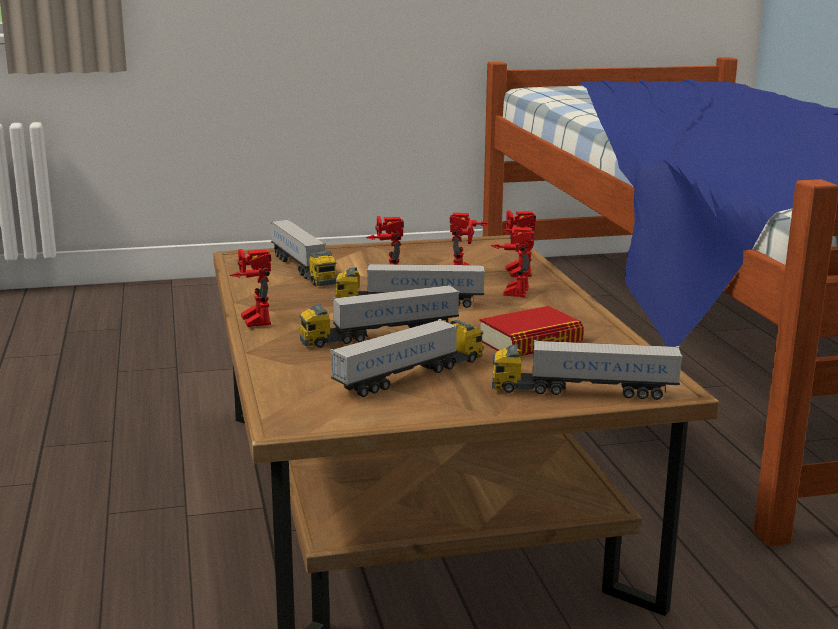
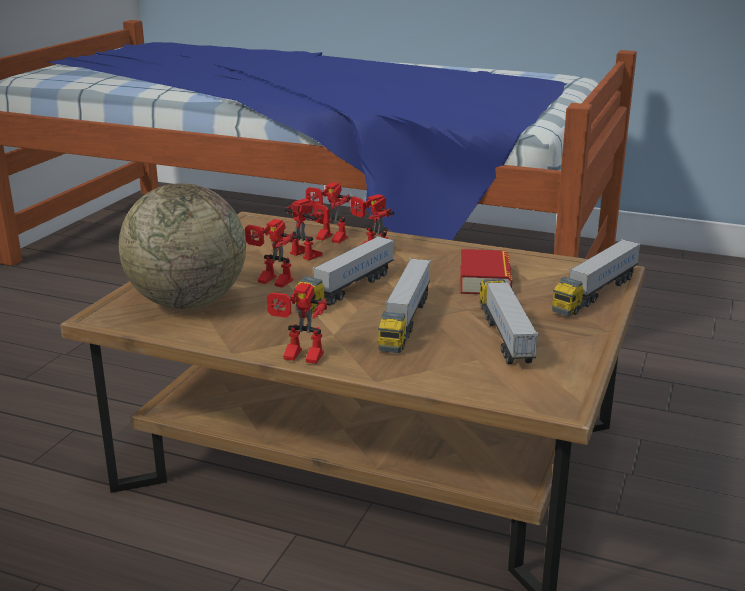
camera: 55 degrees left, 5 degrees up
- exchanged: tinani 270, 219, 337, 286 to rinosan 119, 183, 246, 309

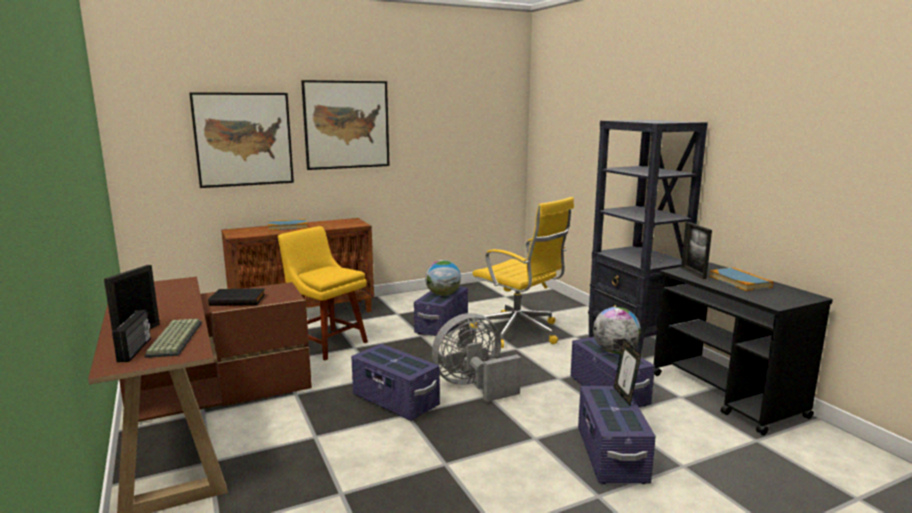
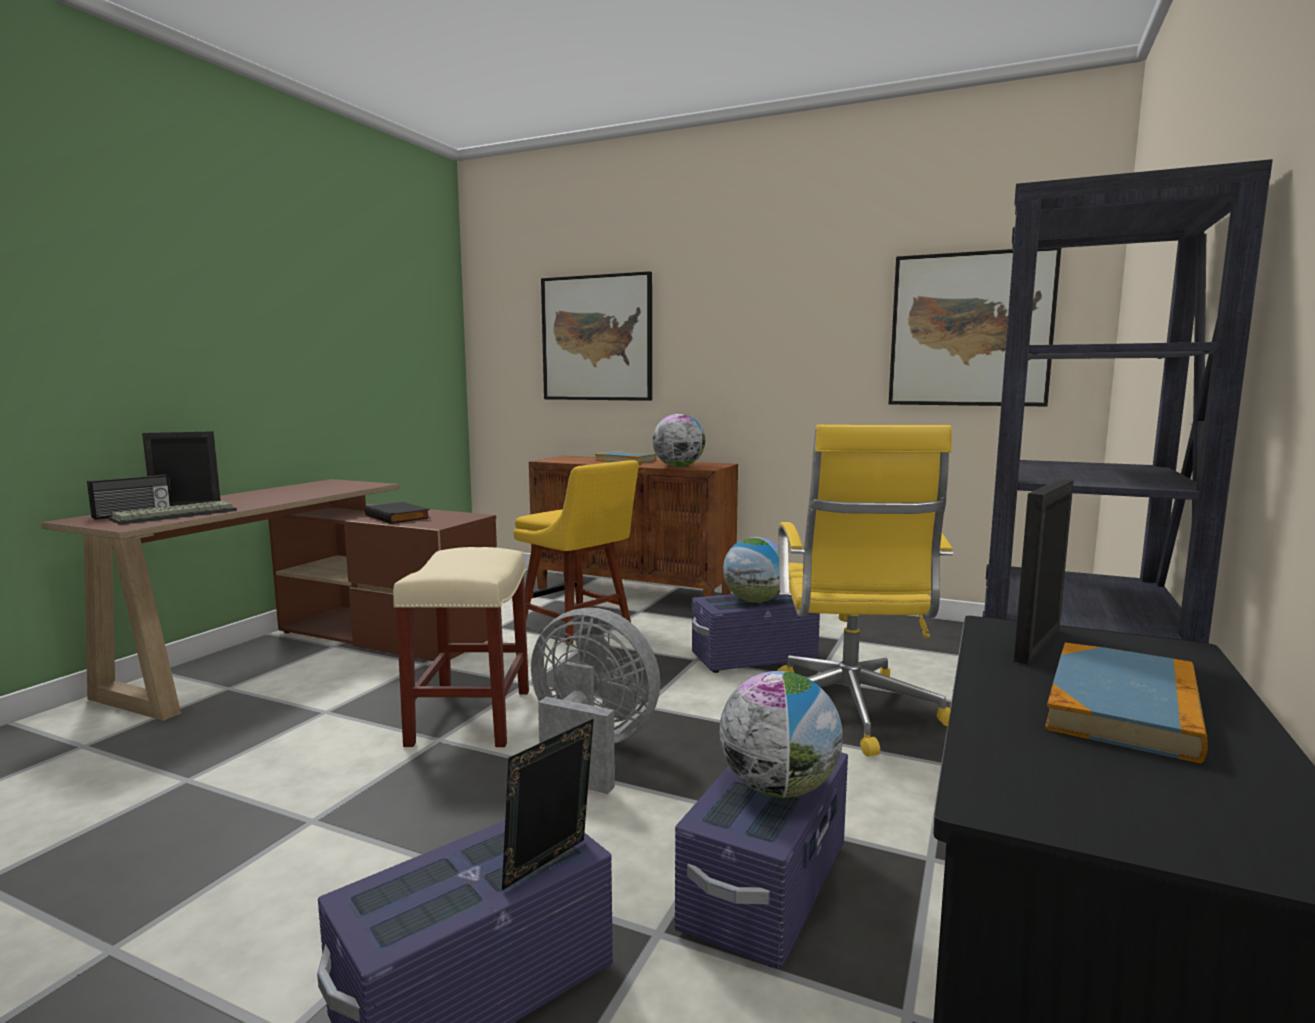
camera: 50 degrees right, 5 degrees down
- spun: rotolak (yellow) 278, 226, 368, 360 = 513, 460, 639, 645 135 degrees clockwise
- relocated: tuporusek 301, 80, 390, 170 to 889, 248, 1061, 406
- exchanged: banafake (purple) 351, 344, 440, 421 to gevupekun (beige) 393, 547, 529, 747
- appeared: rinosan 652, 414, 705, 467

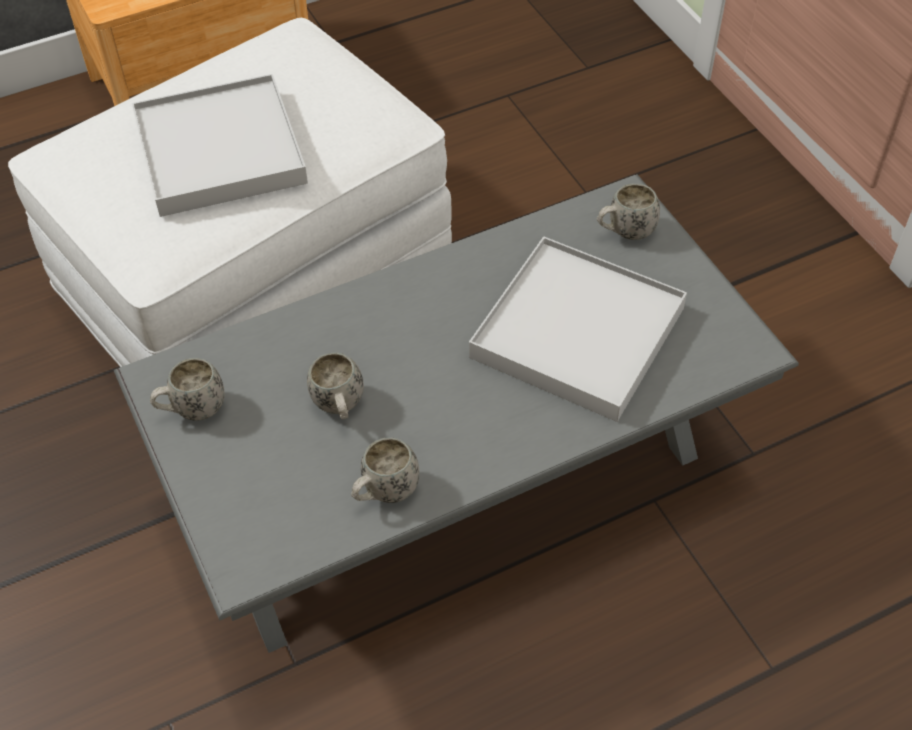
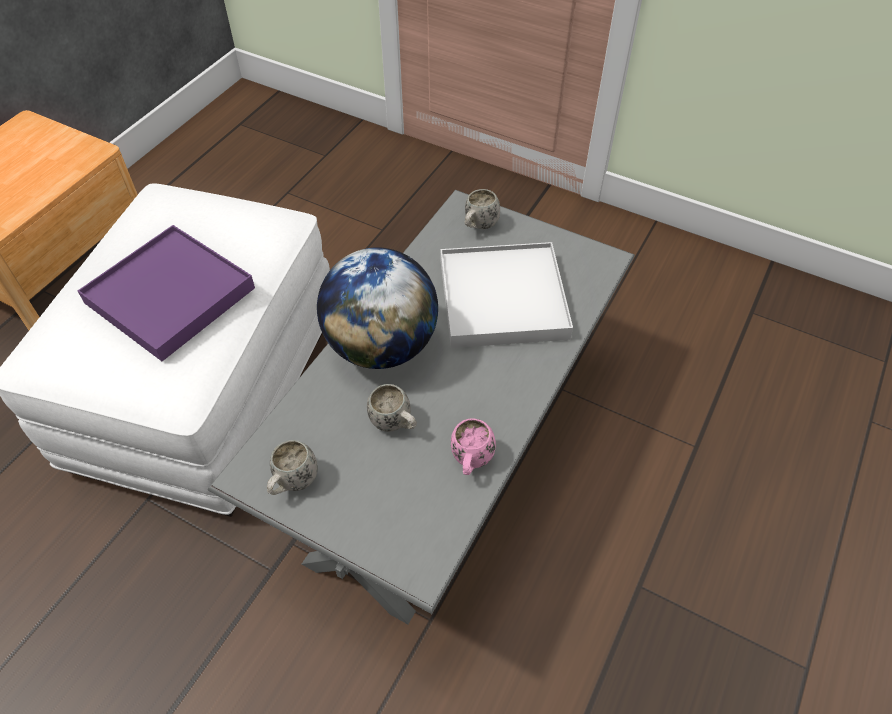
camera: 35 degrees left, 0 degrees up
- colour: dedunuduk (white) 132, 74, 308, 217 to dedunuduk (purple) 78, 225, 255, 361
- colour: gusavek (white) 351, 437, 419, 503 to gusavek (pink) 451, 418, 496, 475
- appeared: rinosan 317, 247, 438, 369

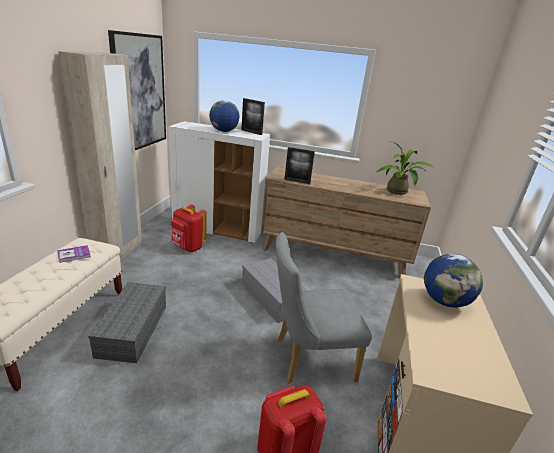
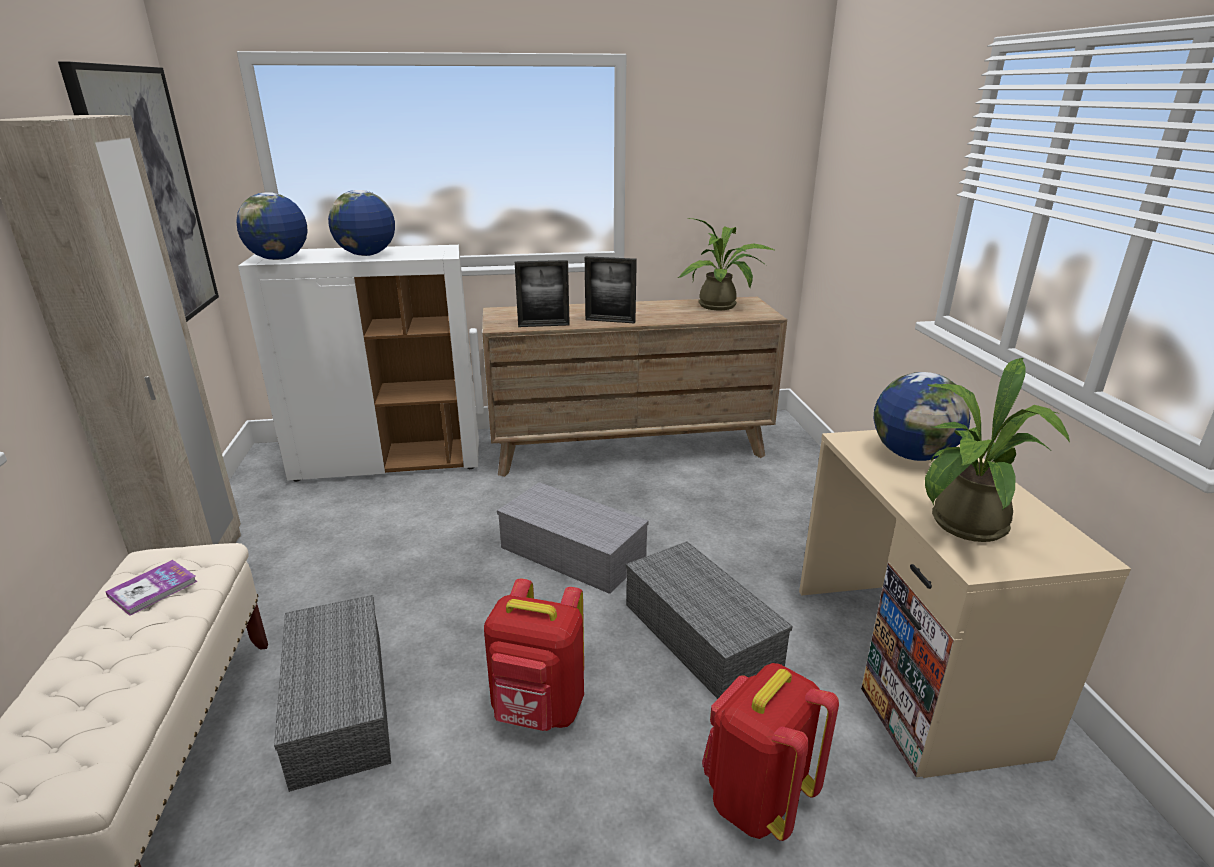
camera: 20 degrees left, 0 degrees up
- relocated: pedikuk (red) 171, 204, 207, 252 to 484, 579, 584, 731
- relocated: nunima 241, 98, 265, 135 to 585, 256, 637, 323
- exchanged: rotolak (grey) 275, 232, 372, 384 to banafake (grey) 626, 541, 792, 699
- appeared: rinosan 236, 192, 308, 260
- appeared: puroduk 925, 358, 1070, 542

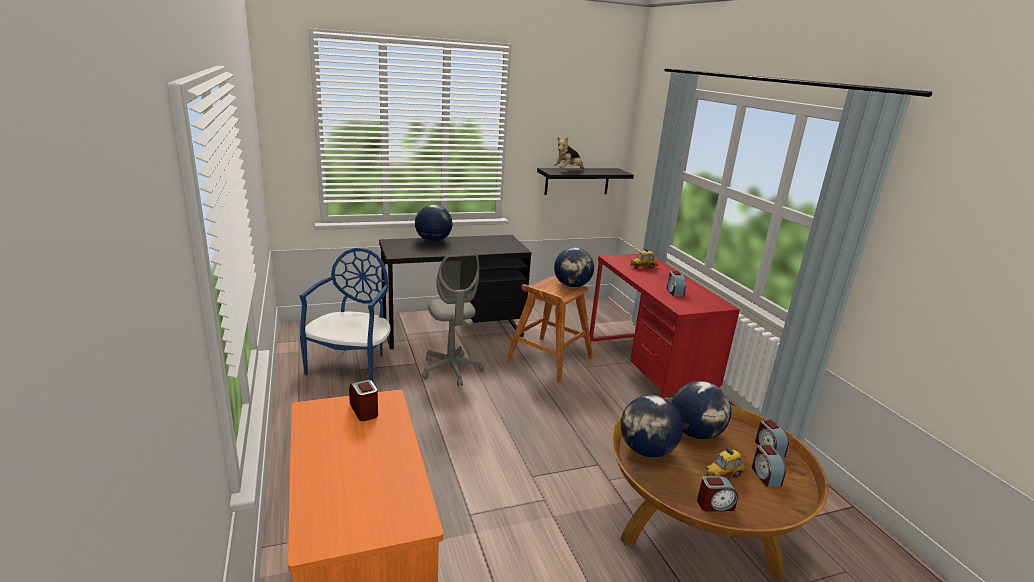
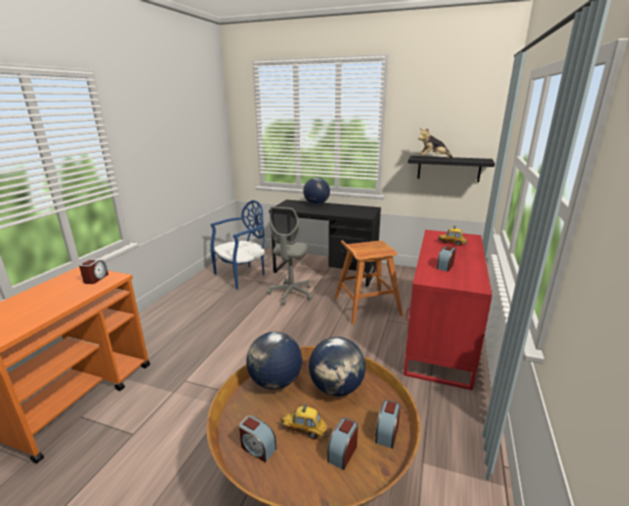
camera: 40 degrees right, 0 degrees up
- missing: rinosan 554, 247, 594, 287

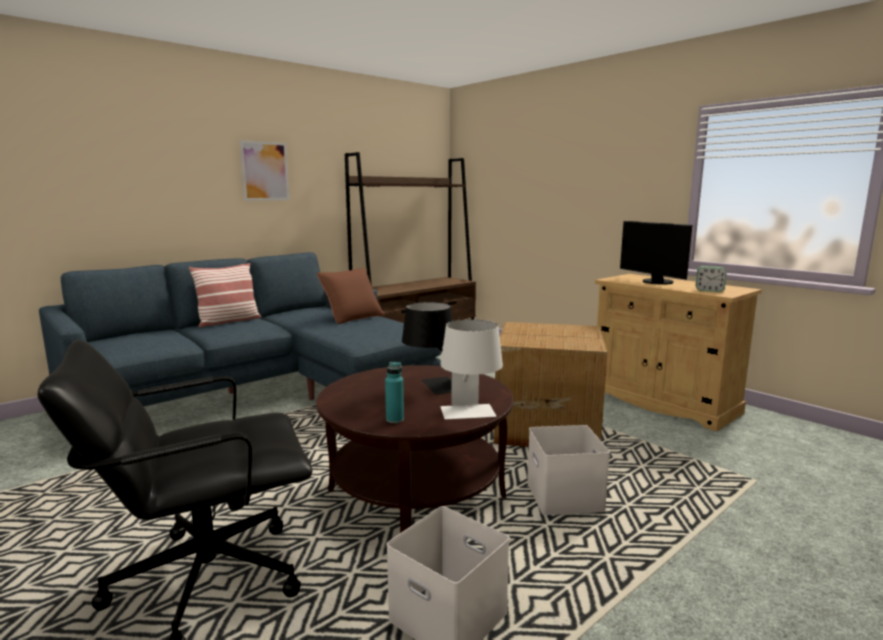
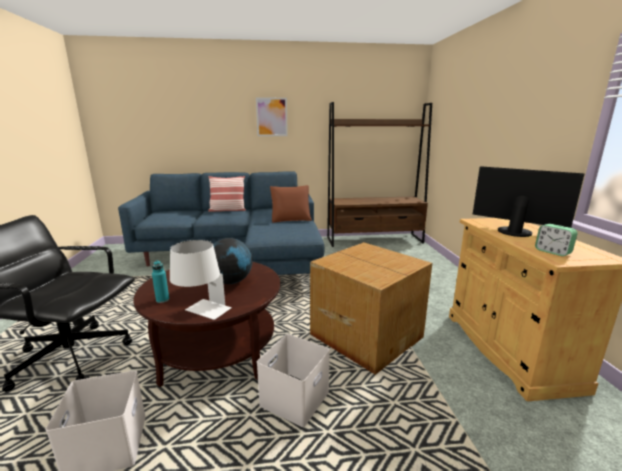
camera: 35 degrees right, 5 degrees up
- exchanged: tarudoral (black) 402, 302, 453, 395 to rinosan 213, 238, 253, 284
- spun: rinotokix 620, 221, 692, 285 = 472, 166, 585, 237 120 degrees clockwise

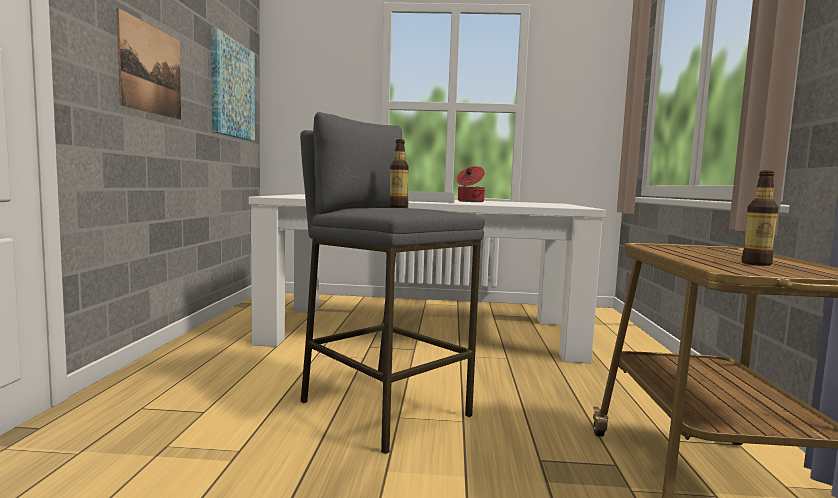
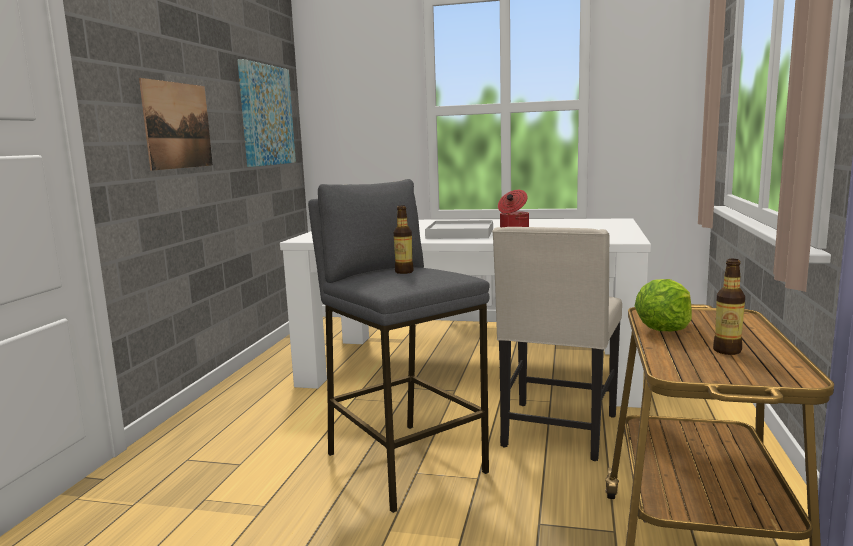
camera: 10 degrees right, 5 degrees up
- appeared: rotolak (beige) 492, 227, 622, 461
- appeared: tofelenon 635, 279, 692, 331

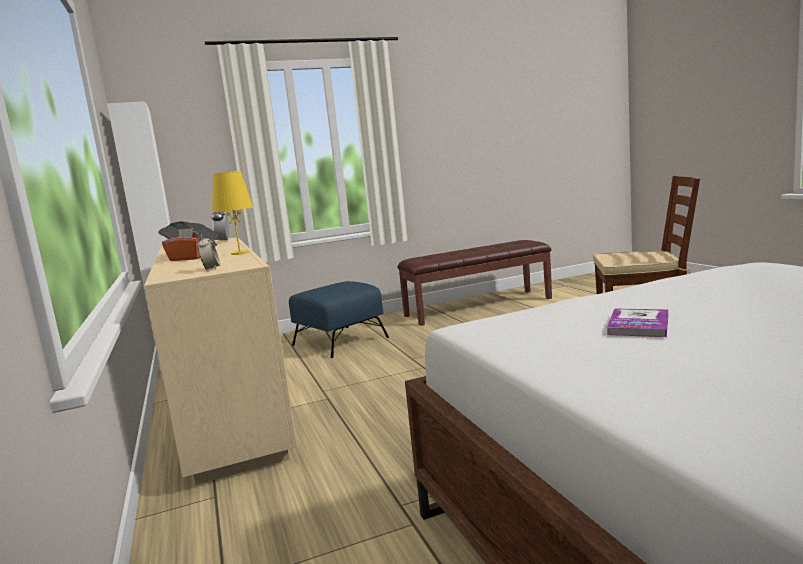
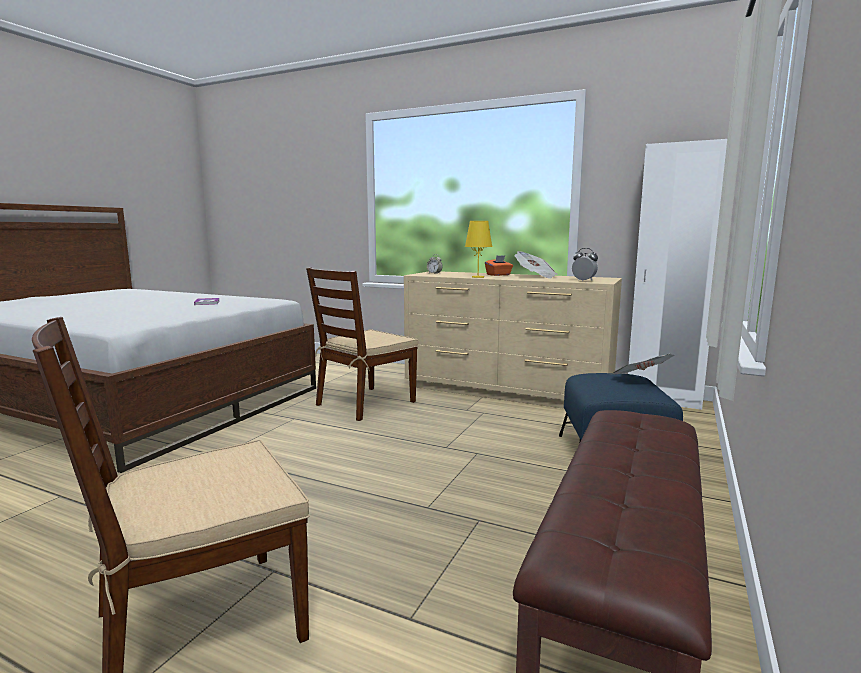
camera: 135 degrees right, 0 degrees up
- appeared: rotolak (brown) 306, 267, 418, 421
- appeared: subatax 610, 354, 674, 375

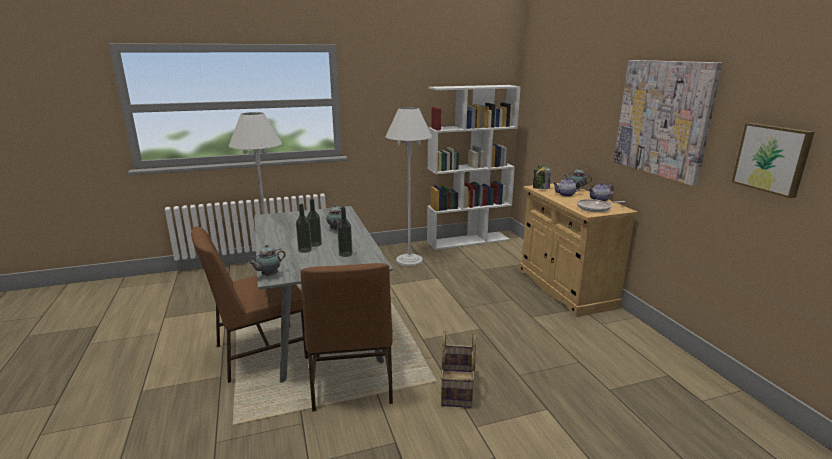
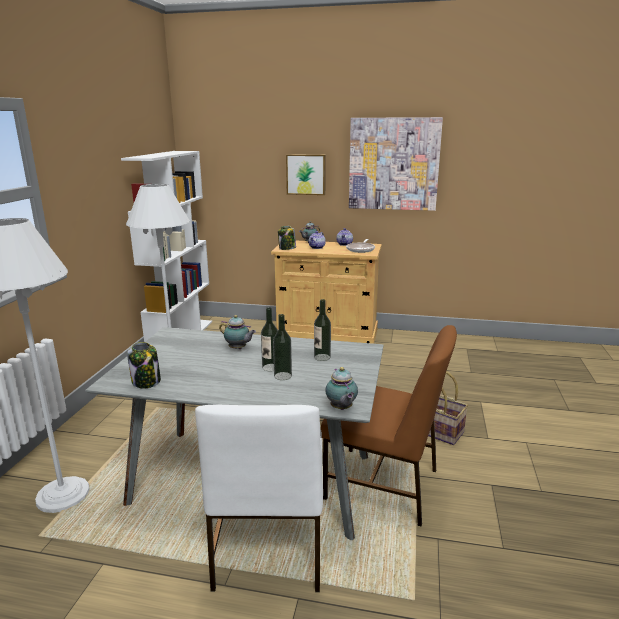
camera: 60 degrees left, 0 degrees up
- colour: rotolak (brown) 191, 226, 308, 383 to rotolak (white) 195, 404, 323, 592
- relocated: tuporusek 732, 123, 814, 198 to 286, 154, 326, 195
- appeared: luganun 127, 342, 161, 388

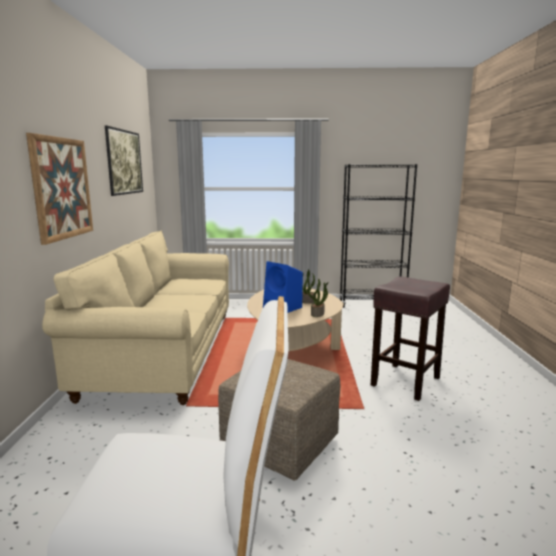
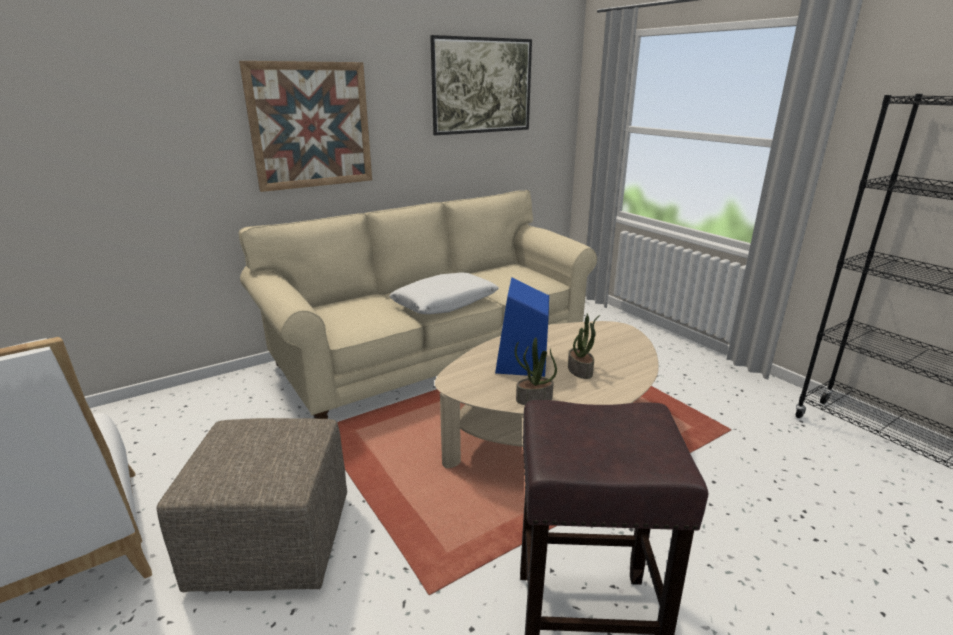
camera: 55 degrees right, 10 degrees up
- appeared: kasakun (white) 389, 273, 499, 314

